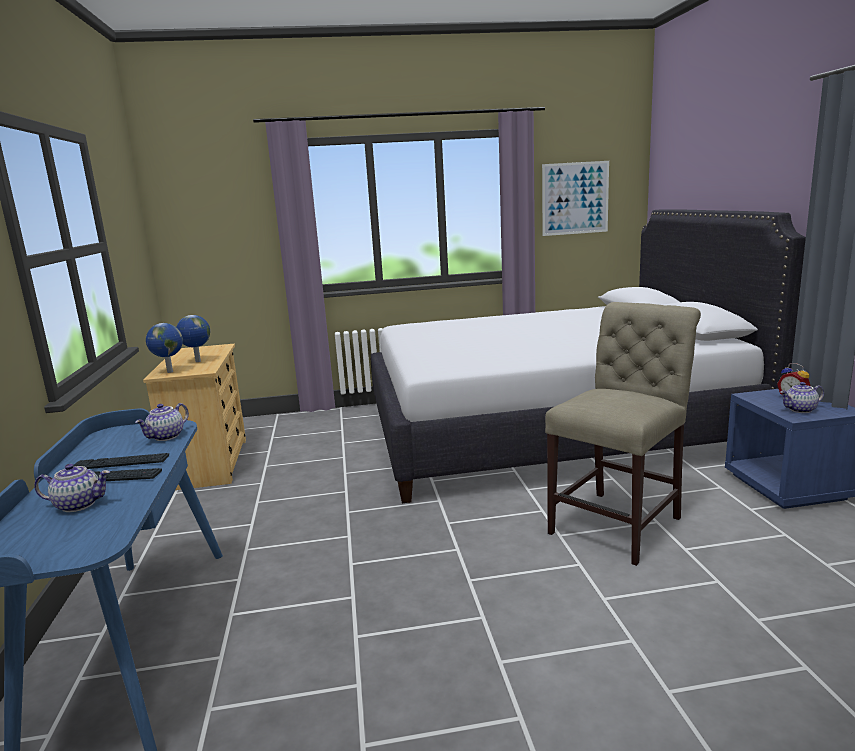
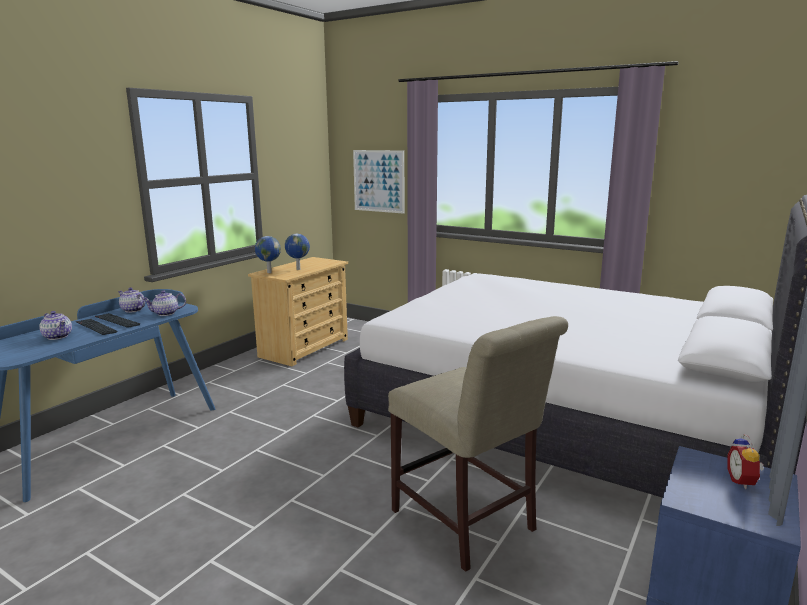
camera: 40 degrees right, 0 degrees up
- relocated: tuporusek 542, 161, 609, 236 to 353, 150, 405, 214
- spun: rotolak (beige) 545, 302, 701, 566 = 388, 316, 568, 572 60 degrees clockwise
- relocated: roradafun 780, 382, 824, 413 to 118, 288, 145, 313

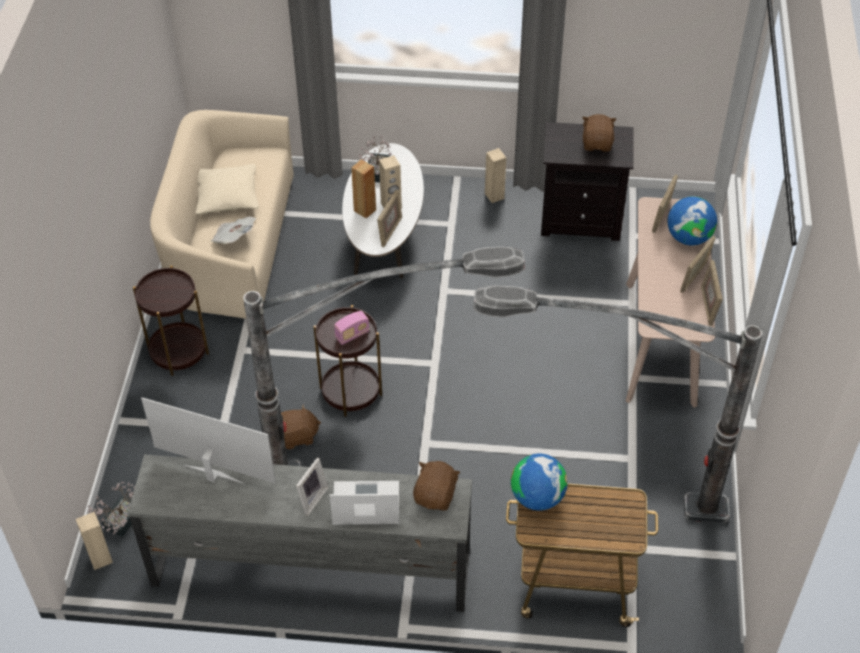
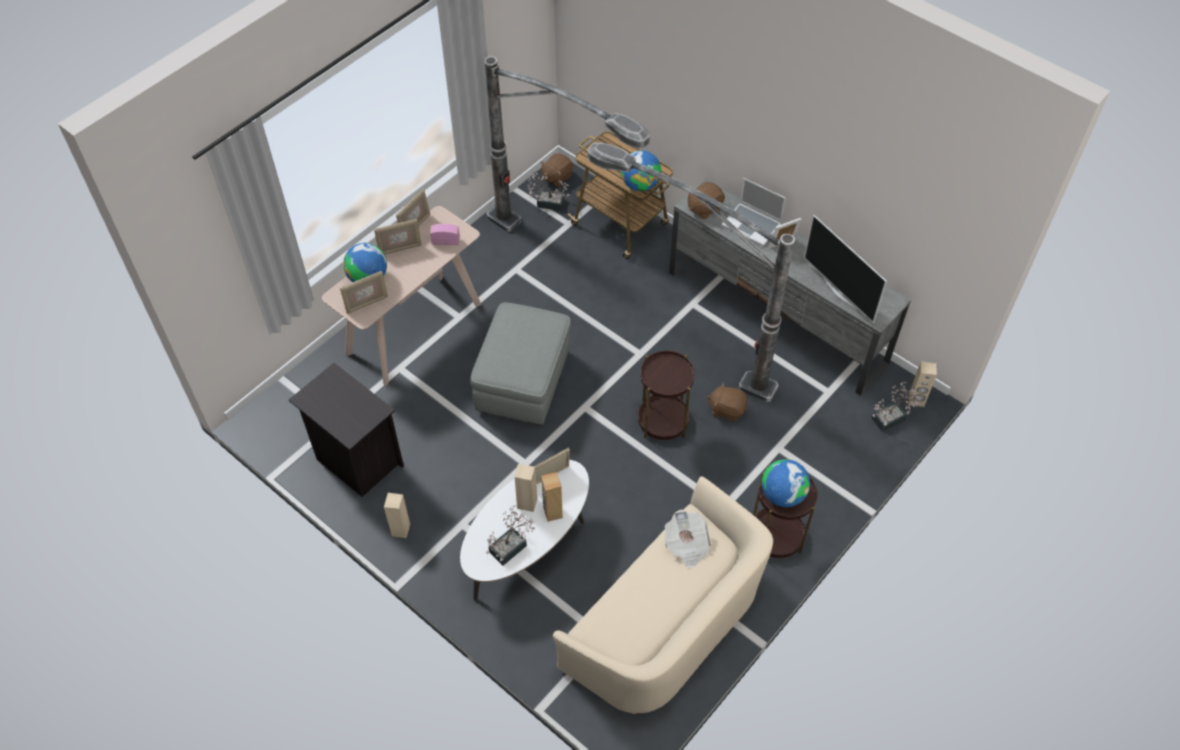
camera: 145 degrees left, 5 degrees up
- missing: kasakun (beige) 195, 164, 259, 214
- relocated: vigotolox 334, 311, 370, 345 to 430, 224, 460, 245
- relocated: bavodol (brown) 582, 114, 616, 152 to 540, 153, 573, 187
- appeared: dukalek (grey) 471, 302, 571, 425
- appeared: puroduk 528, 170, 570, 211
- appeared: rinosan 762, 459, 810, 507

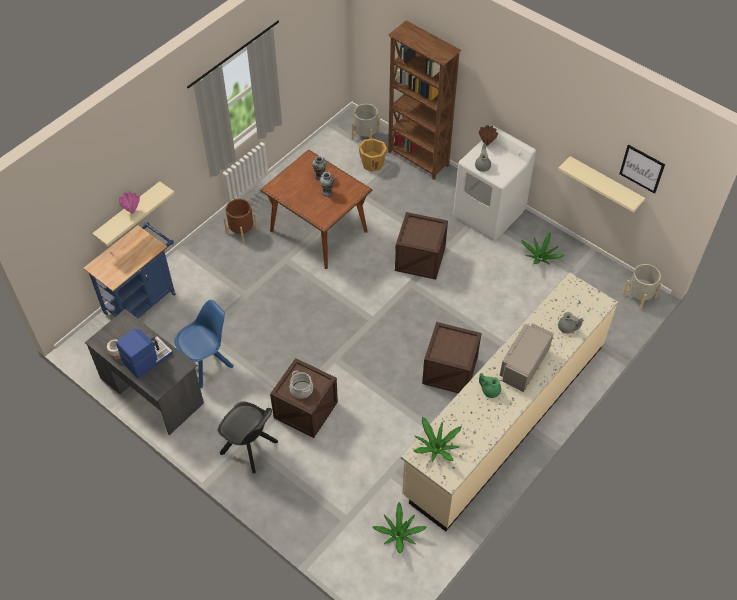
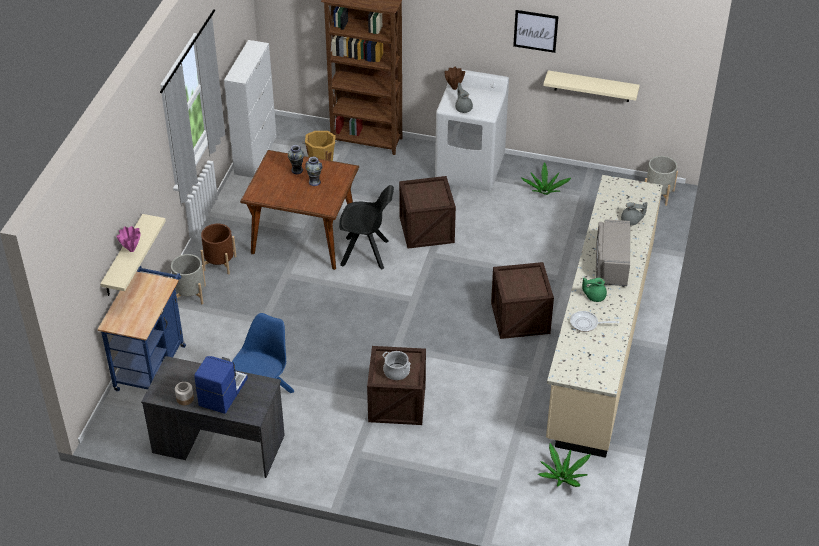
camera: 25 degrees left, 10 degrees down
- relocated: rotolak (black) 217, 401, 278, 473 to 339, 185, 394, 270
- relocated: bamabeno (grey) 352, 104, 380, 139 to 171, 254, 206, 304
- missing: puroduk 413, 416, 462, 462
- relocated: tuporusek 619, 145, 665, 194 to 513, 10, 559, 53
- appeared: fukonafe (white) 224, 40, 277, 178
- appeared: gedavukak 570, 311, 619, 332

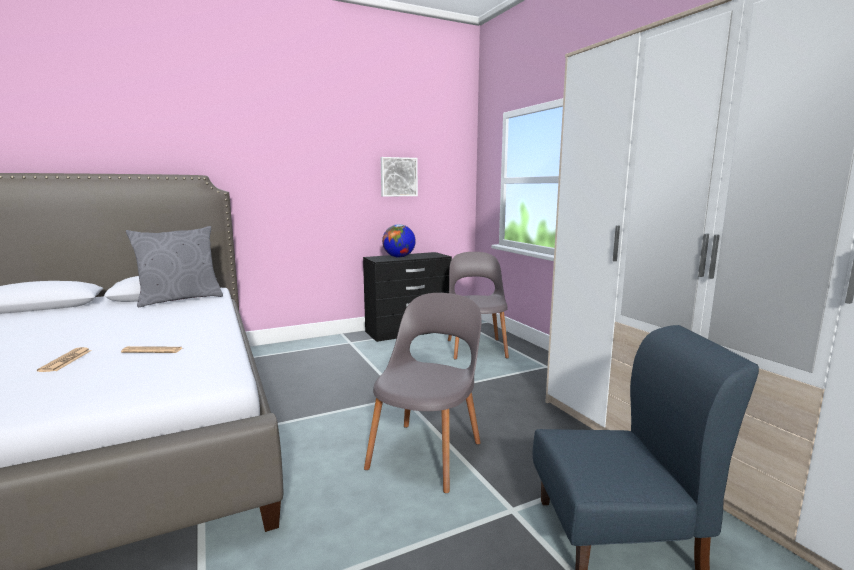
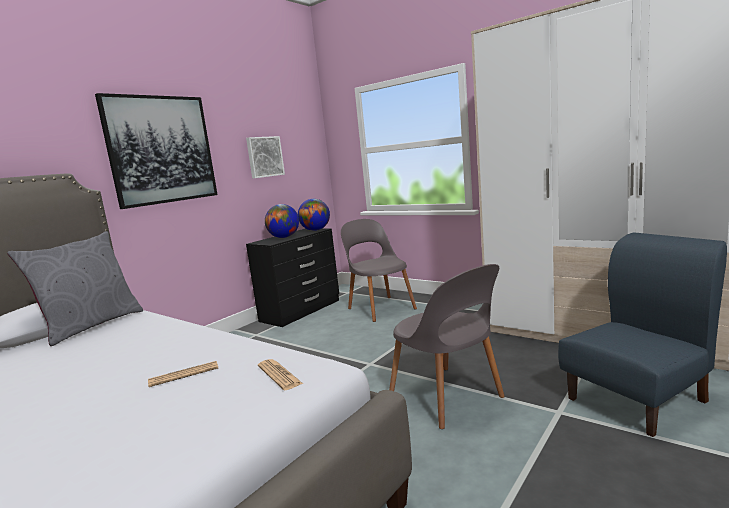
camera: 25 degrees left, 0 degrees up
- relocated: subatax 37, 347, 92, 372 to 258, 359, 303, 390
- spun: rotolak (grey) 364, 293, 481, 493 = 389, 264, 505, 429 150 degrees clockwise
- appeared: tuporusek 95, 93, 218, 209
- appeared: rinosan 298, 199, 330, 231

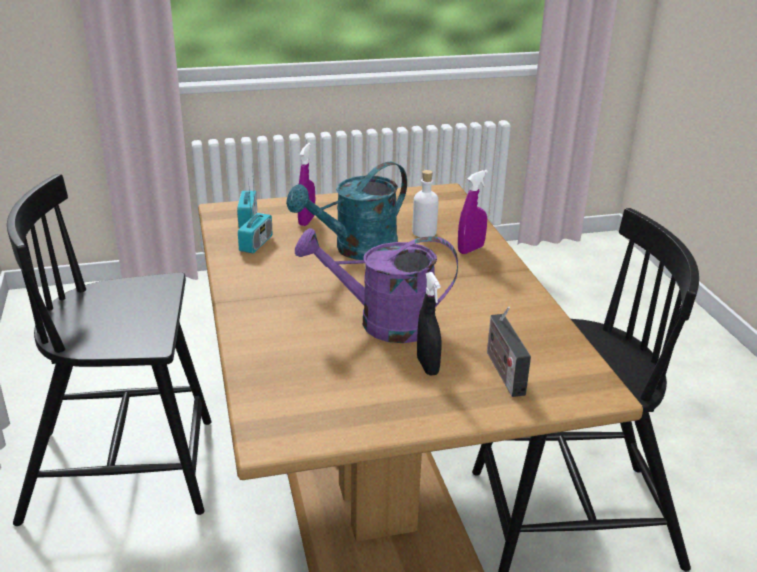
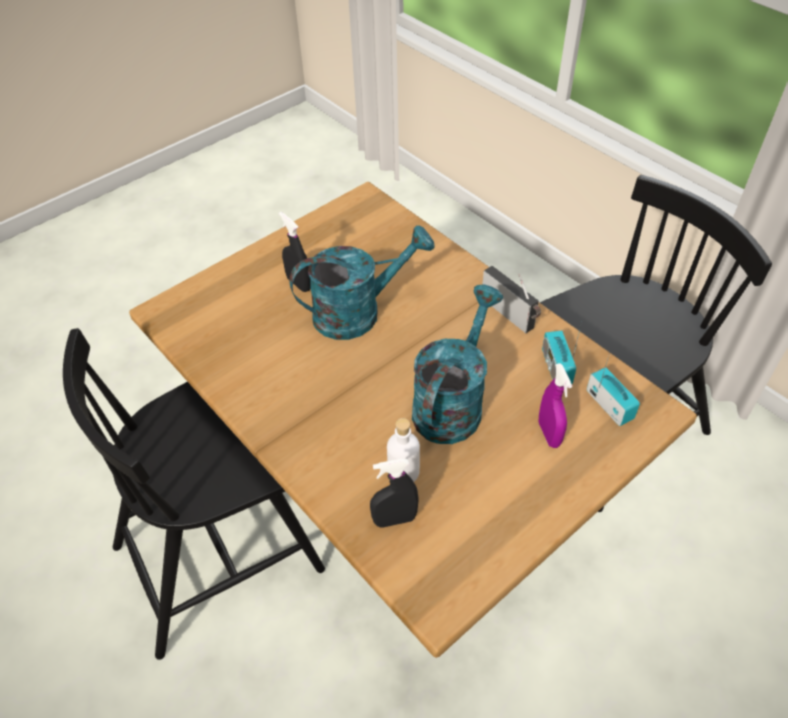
camera: 155 degrees right, 20 degrees up
- colour: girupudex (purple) 295, 228, 458, 343 to girupudex (turquoise) 289, 225, 435, 340
- missing: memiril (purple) 458, 170, 488, 254
- relocated: vigotolox 487, 306, 531, 397 to 482, 266, 541, 333
- appeared: memiril (black) 370, 459, 419, 528

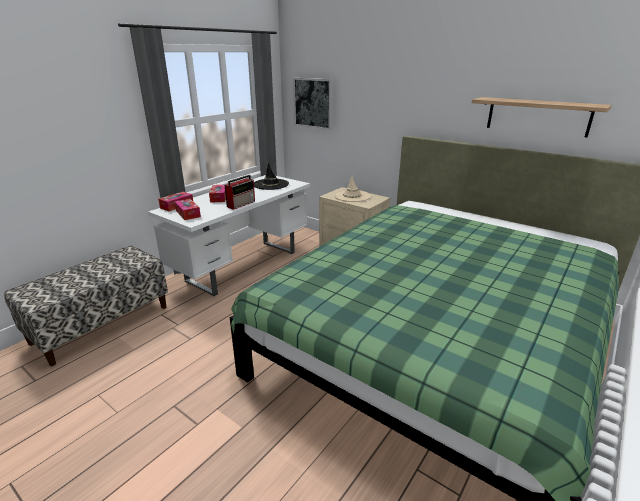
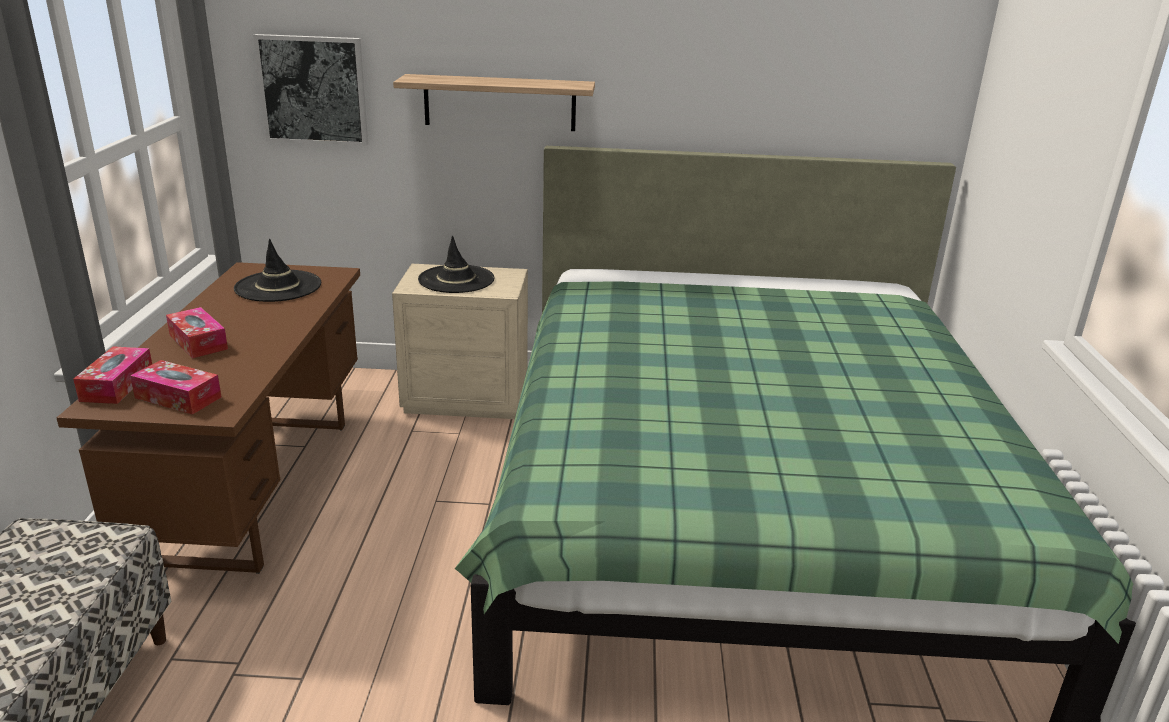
camera: 35 degrees left, 0 degrees up
- colour: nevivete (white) 148, 175, 310, 296 to nevivete (brown) 56, 262, 360, 574
- missing: vigotolox 225, 175, 255, 210
- colour: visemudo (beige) 334, 175, 371, 202 to visemudo (black) 418, 236, 495, 293
- relocated: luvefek 472, 97, 612, 137 to 393, 74, 595, 131

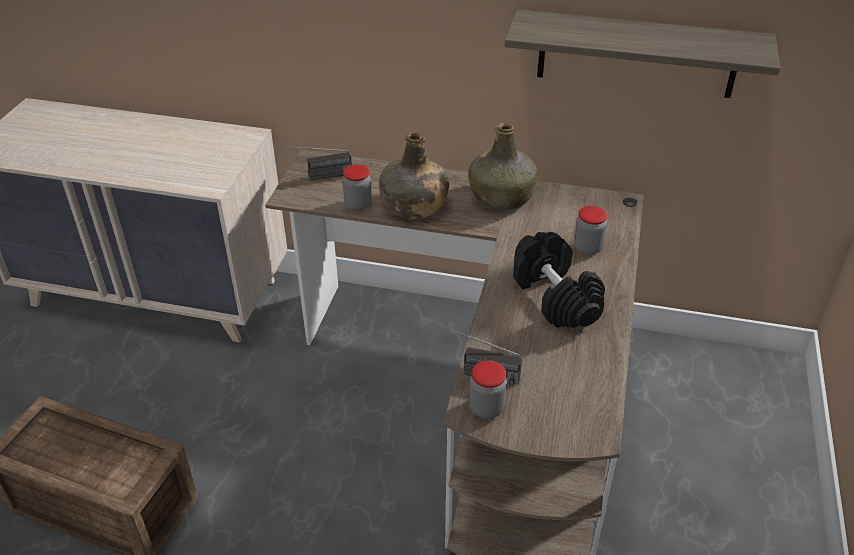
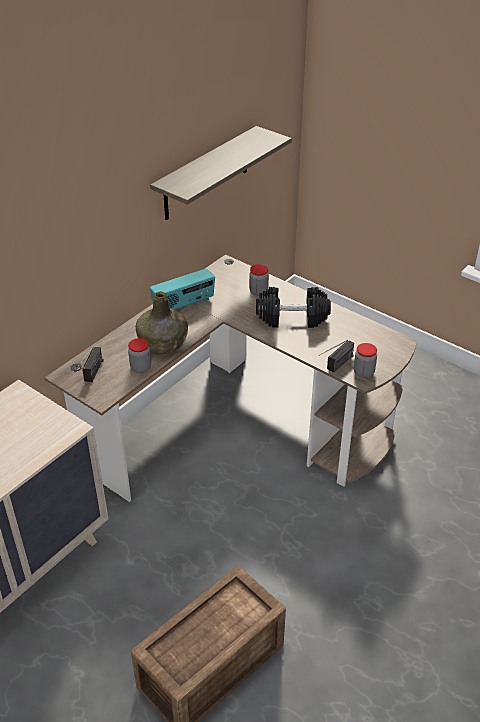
camera: 65 degrees left, 0 degrees up
- exchanged: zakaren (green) 469, 123, 538, 210 to vigotolox 149, 268, 215, 309

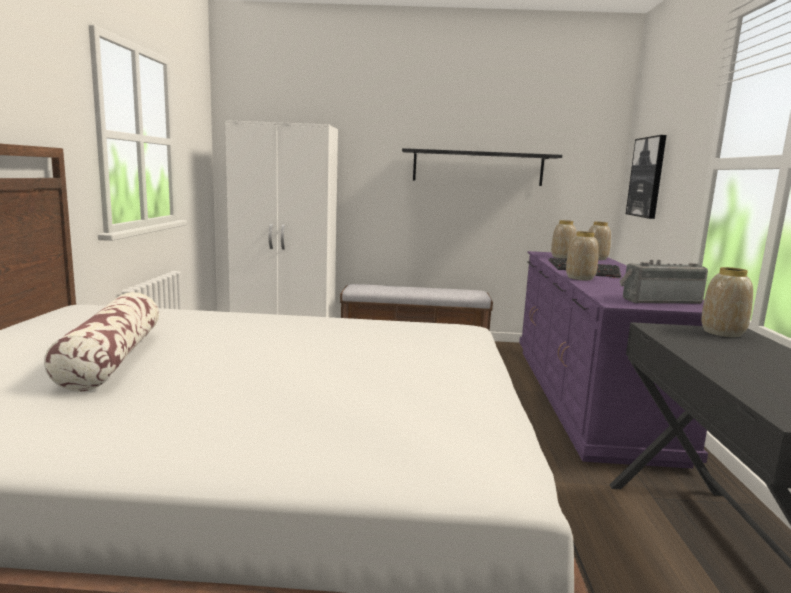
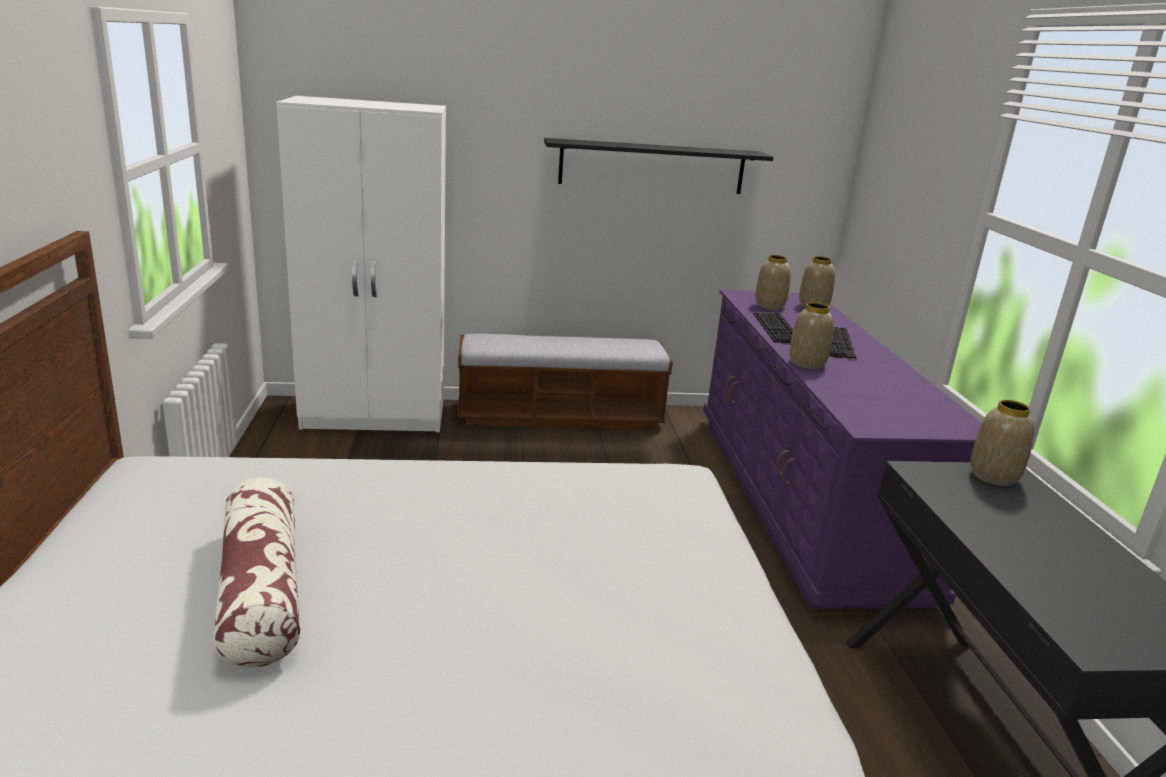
camera: 10 degrees left, 10 degrees up
- missing: vigotolox 619, 260, 708, 304
- missing: tuporusek 626, 135, 666, 219

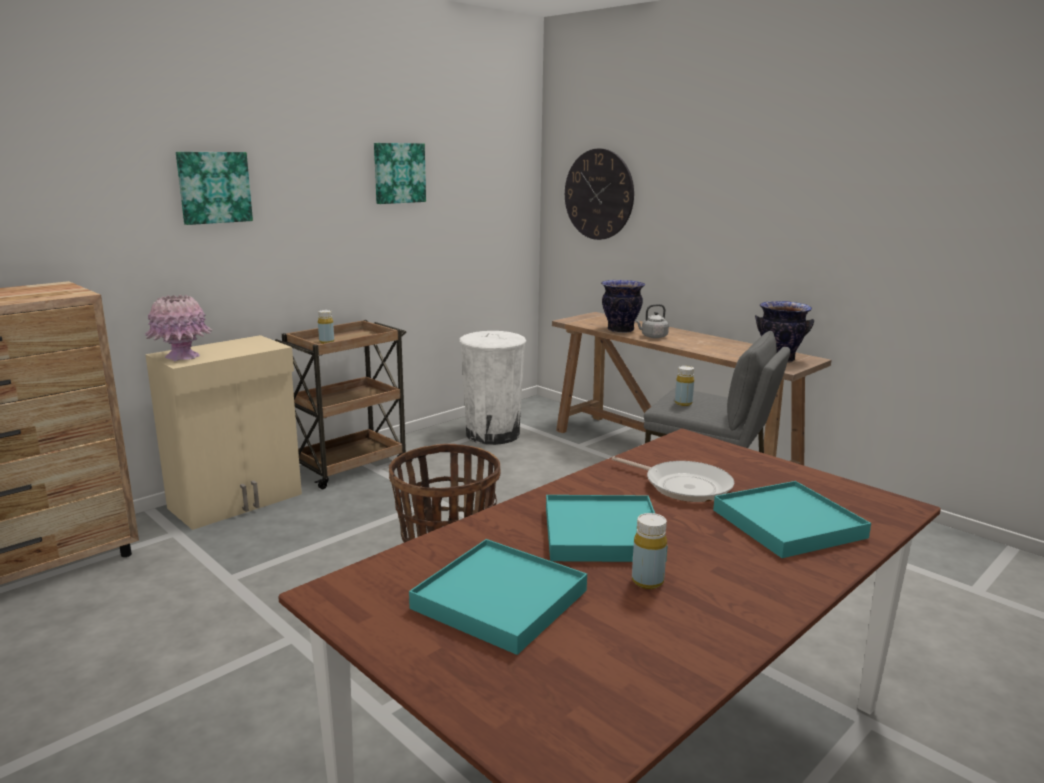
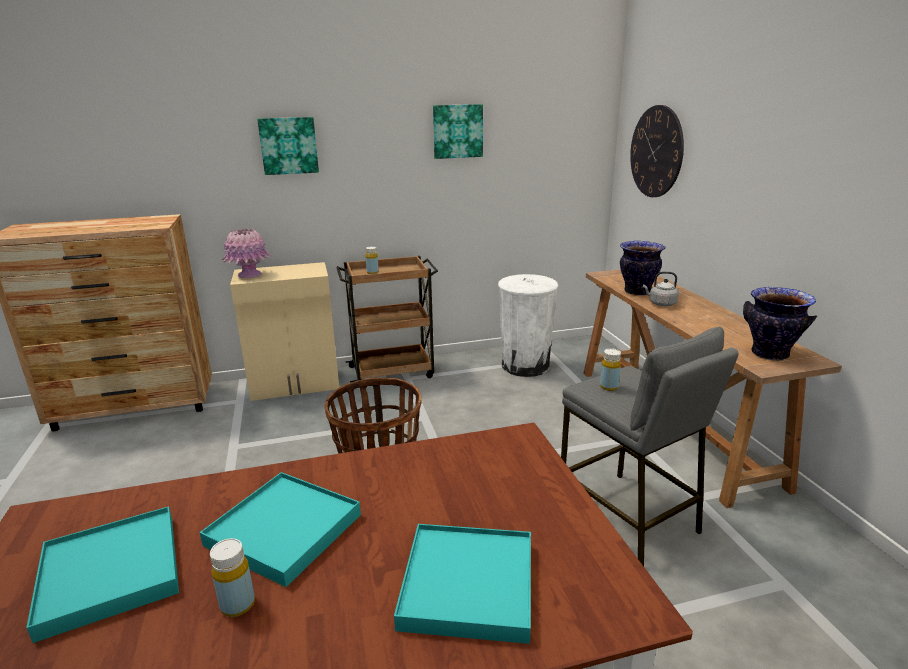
camera: 30 degrees right, 5 degrees up
- missing: gedavukak 612, 456, 734, 502

